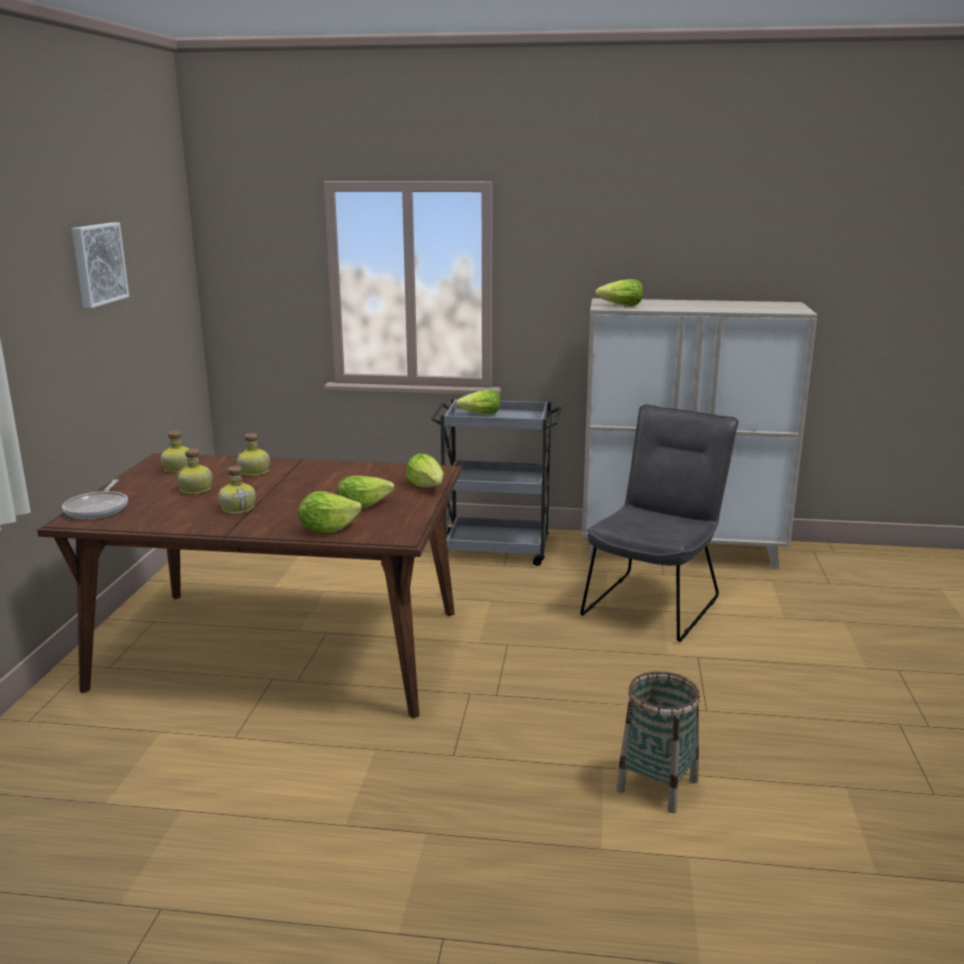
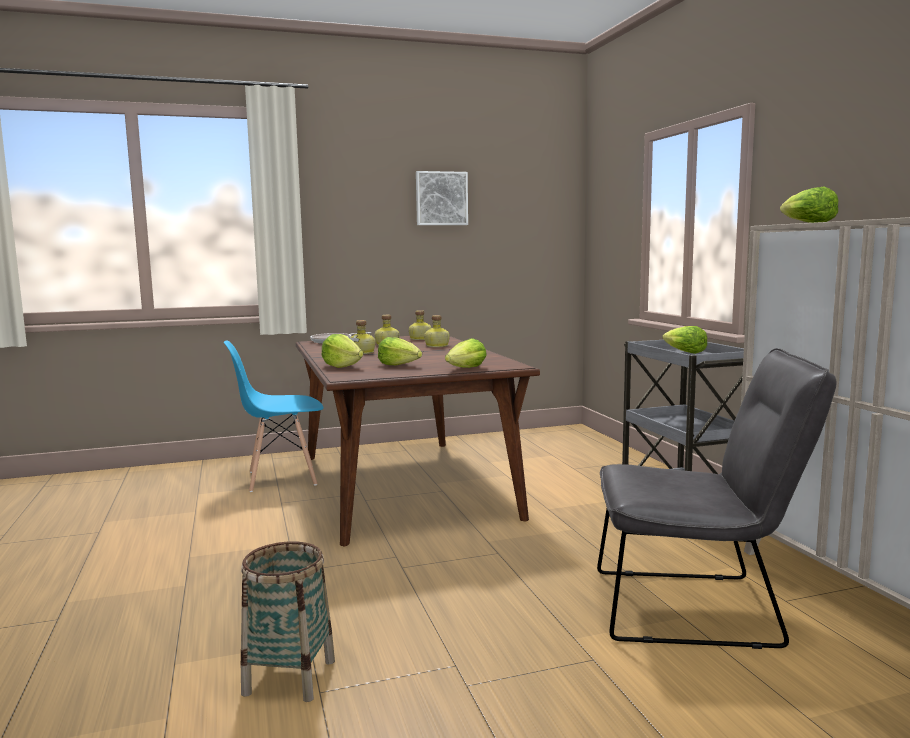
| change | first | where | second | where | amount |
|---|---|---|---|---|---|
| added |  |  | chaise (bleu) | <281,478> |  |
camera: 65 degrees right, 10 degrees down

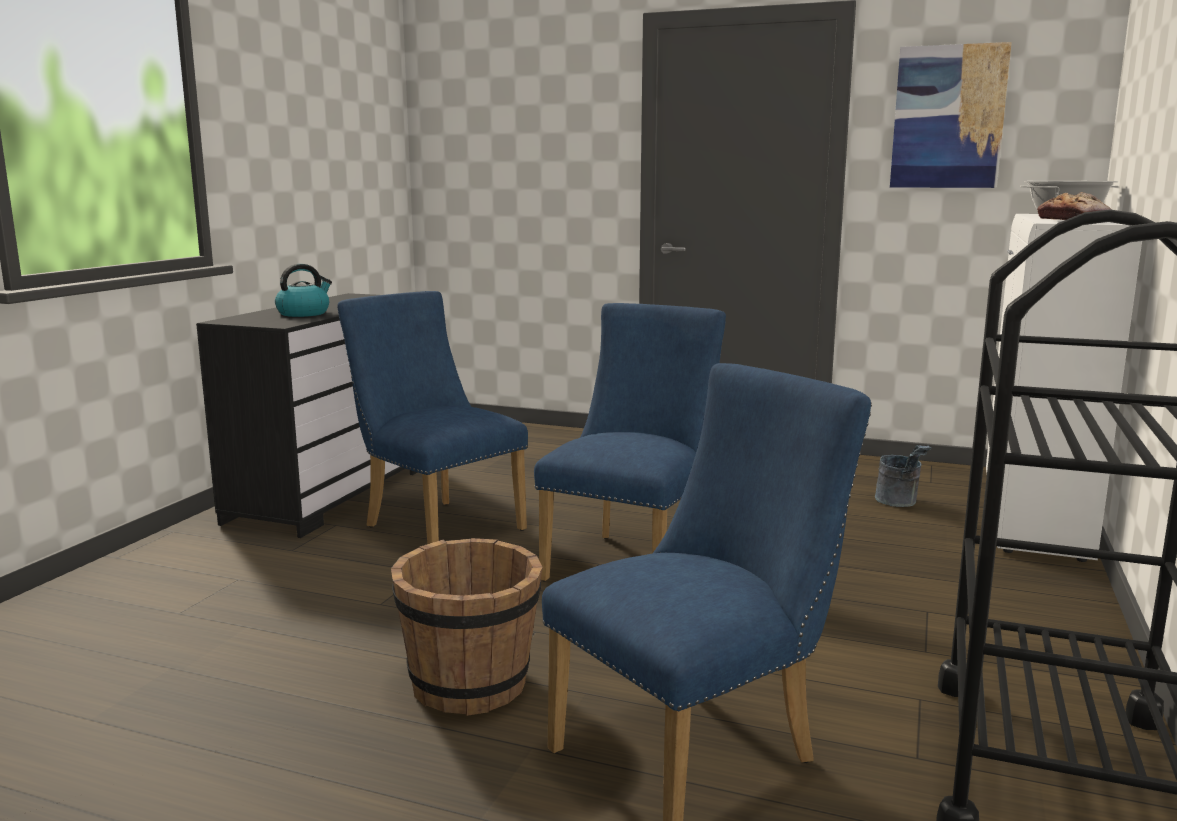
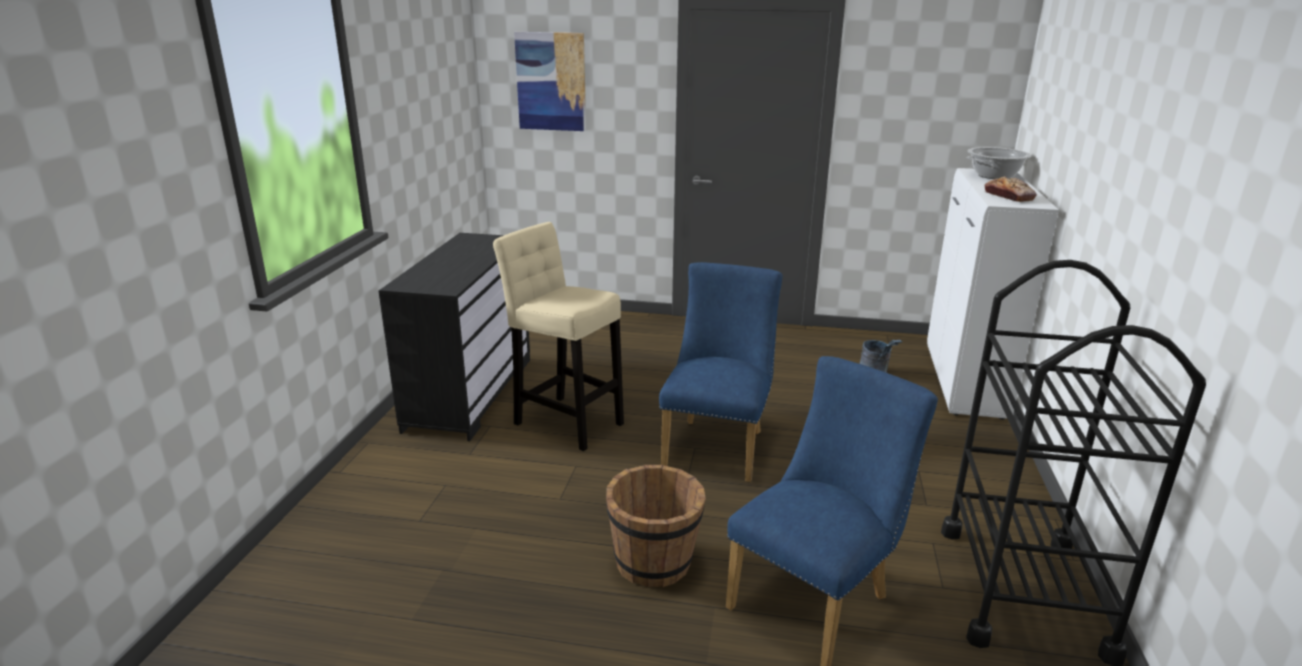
| change | first | where | second | where | amount |
|---|---|---|---|---|---|
| replaced | chaise (bleu) | <436,526> | tabouret (beige) | <565,421> |  |
| moved | tableau | <948,117> |  | <551,81> |  |
| removed | bouilloire | <304,313> |  |  |  |
camera: 10 degrees left, 10 degrees up

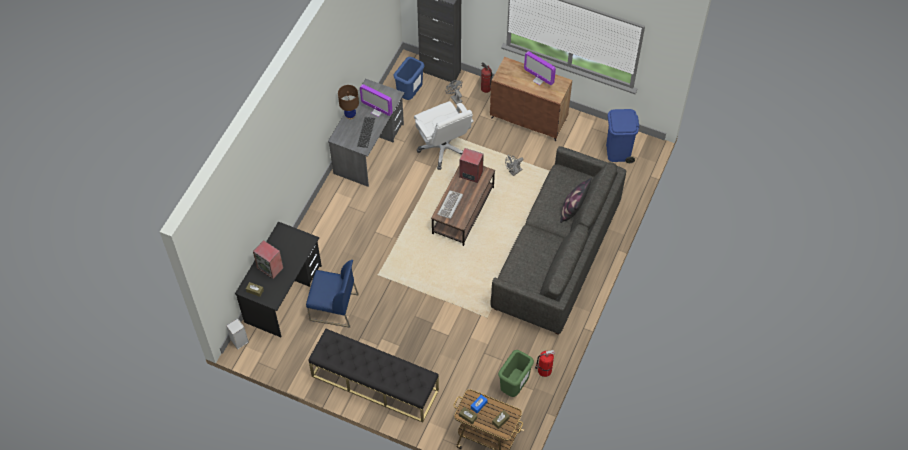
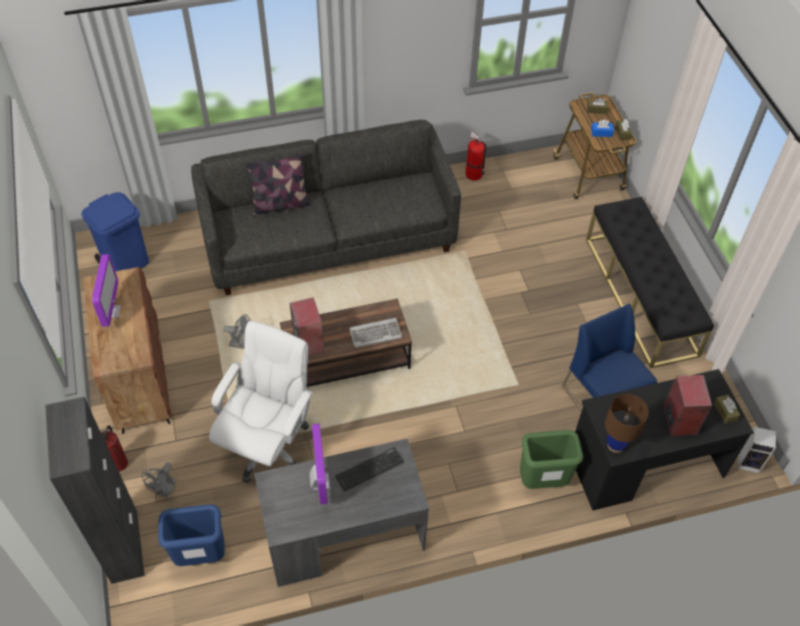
| change | first | where | second | where | amount |
|---|---|---|---|---|---|
| moved | poubelle (vert) | <514,387> |  | <543,481> |  |
| moved | lampe de table (marron) | <350,115> |  | <615,444> |  |
camera: 130 degrees left, 5 degrees down

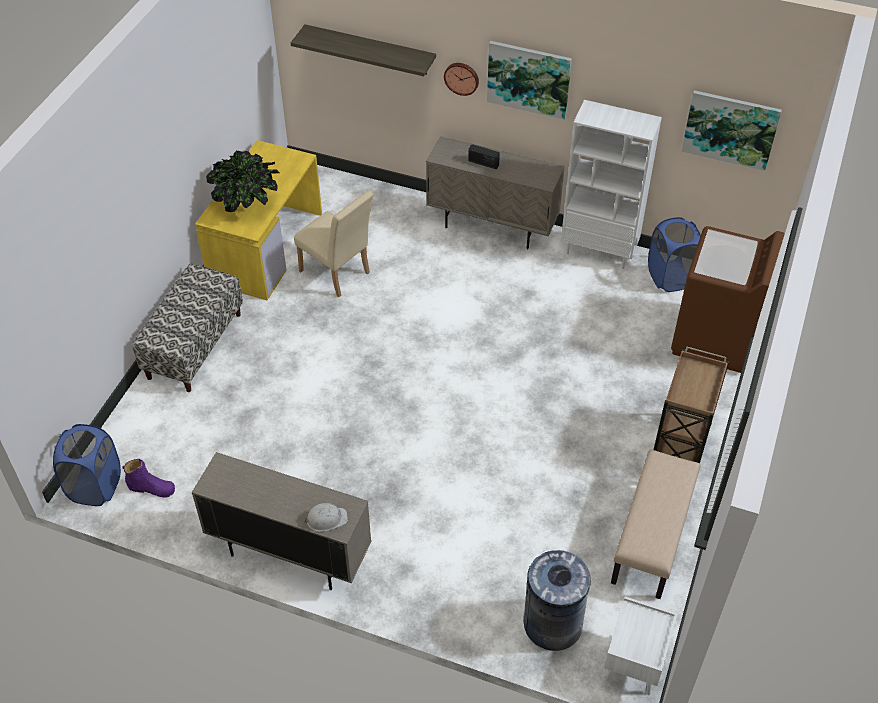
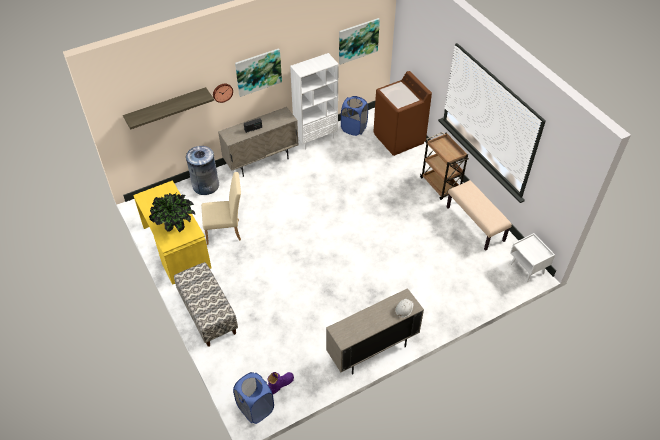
| change | first | where | second | where | amount |
|---|---|---|---|---|---|
| moved | poubelle (gris) | <552,624> |  | <205,185> |  |
camera: 50 degrees left, 0 degrees up

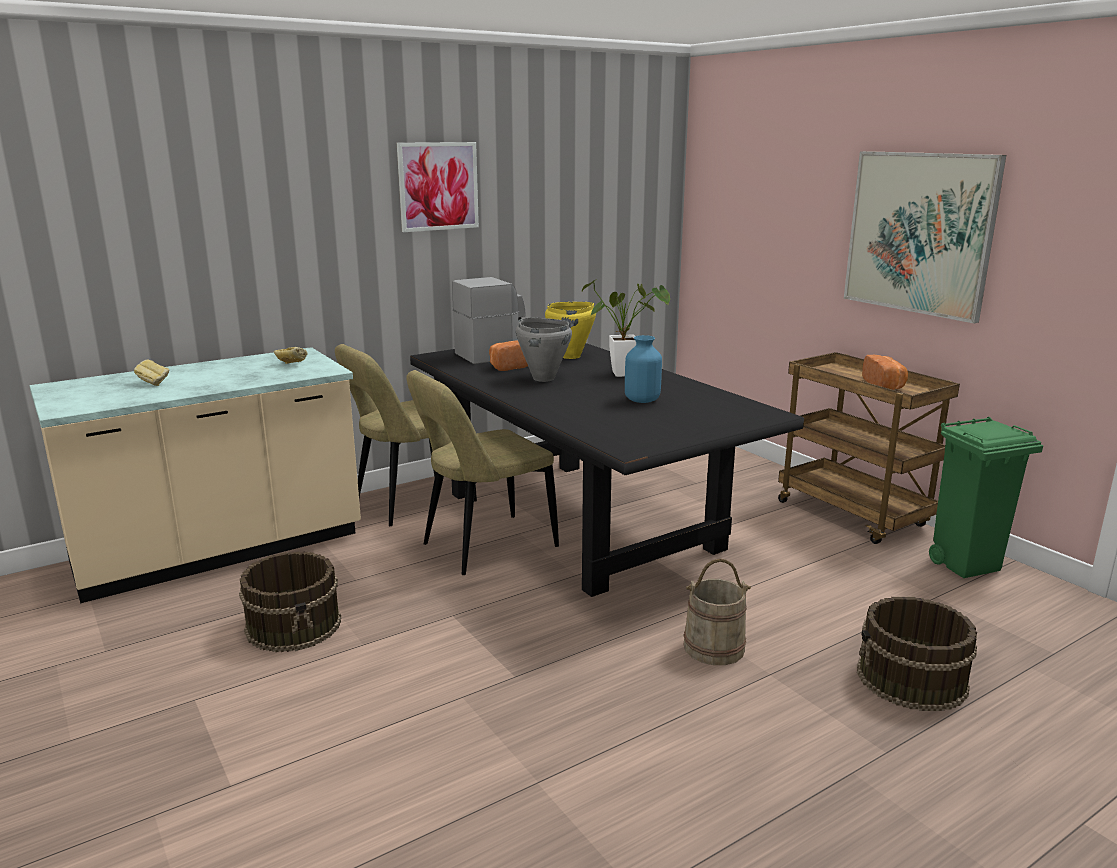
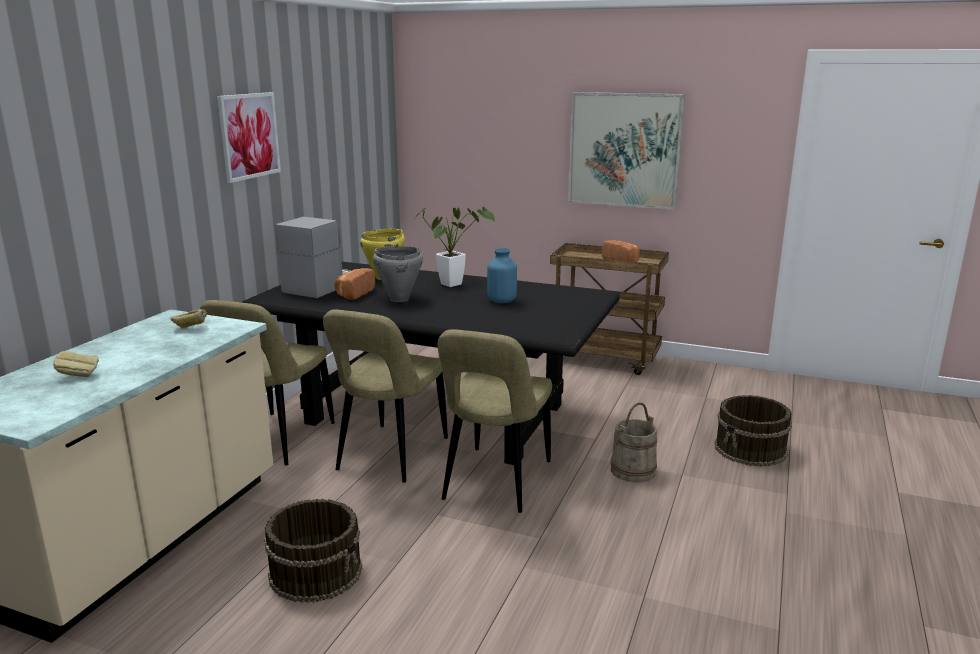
| change | first | where | second | where | amount |
|---|---|---|---|---|---|
| added |  |  | chaise (beige) | <495,483> |  |
| removed | poubelle (vert) | <966,565> |  |  |  |
camera: 35 degrees left, 0 degrees up

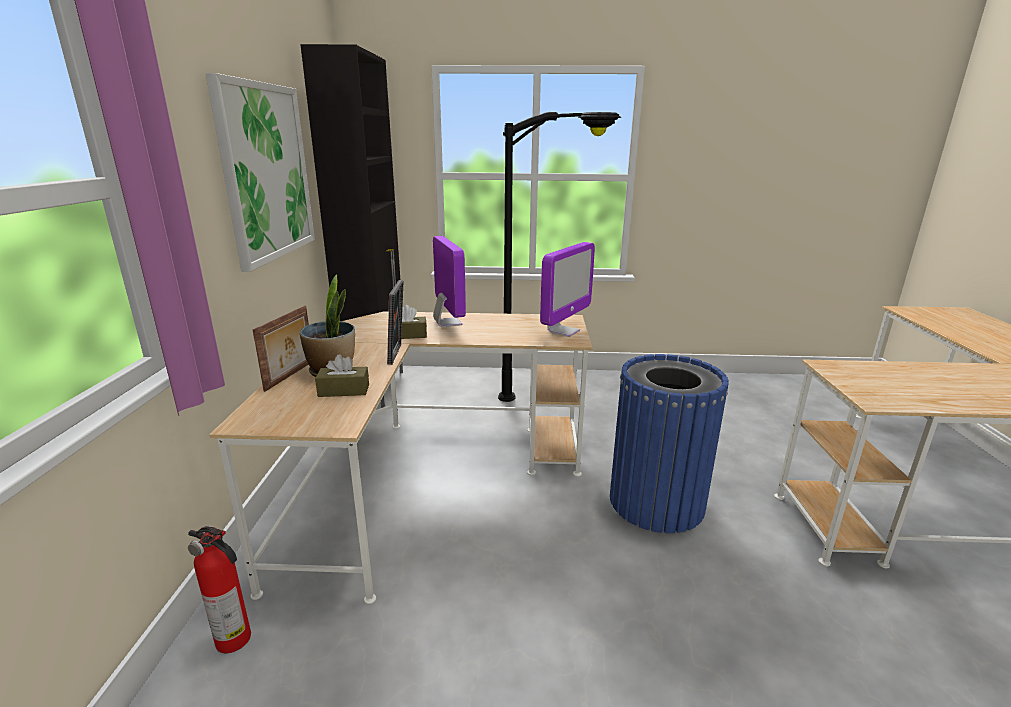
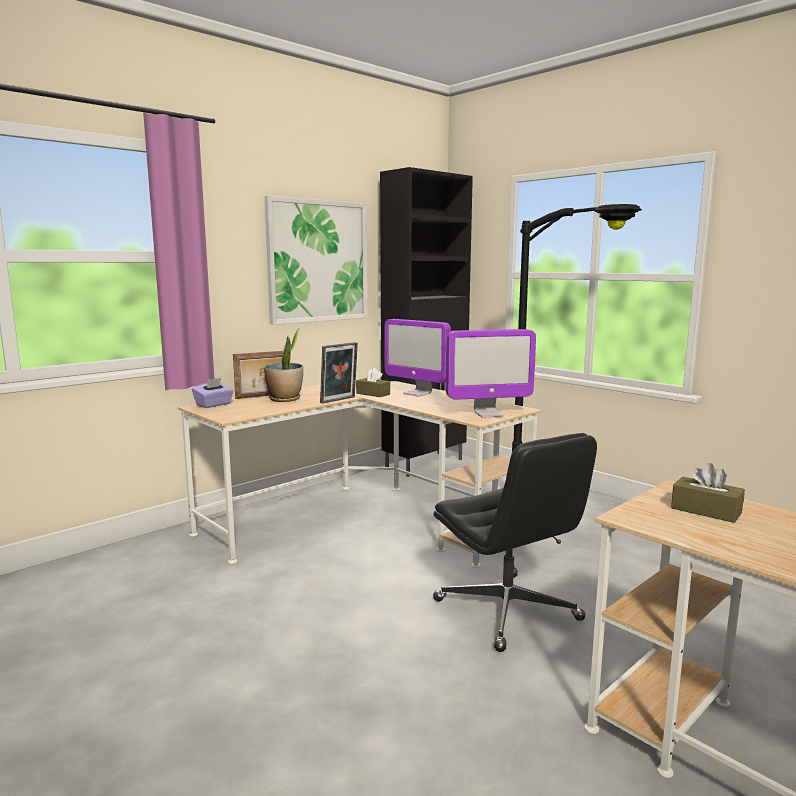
| change | first | where | second | where | amount |
|---|---|---|---|---|---|
| added |  |  | boîte à mouchoirs (violet) | <214,405> |  |
| turned | écran d'ordinateur | <447,323> |  | <417,393> | 105 degrees clockwise |
| replaced | poubelle (bleu) | <656,502> | chaise de bureau (noir) | <508,611> |  |
| moved | boîte à mouchoirs (marron) | <344,390> |  | <706,510> |  |
| removed | extincteur | <235,640> |  |  |  |
camera: 45 degrees right, 10 degrees down

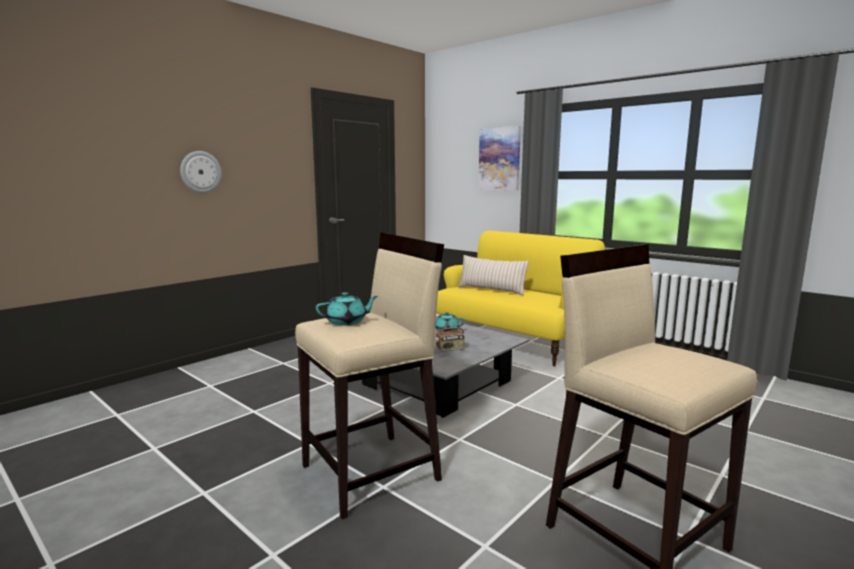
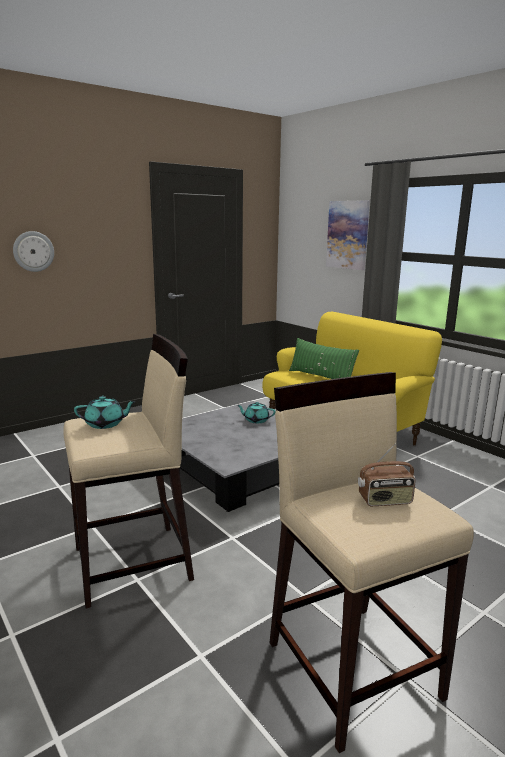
| change | first | where | second | where | amount |
|---|---|---|---|---|---|
| recoloured | coussin (beige) | <491,290> | coussin (vert) | <321,376> |  |
| moved | radio | <450,349> |  | <385,501> |  |
camera: 10 degrees right, 5 degrees up

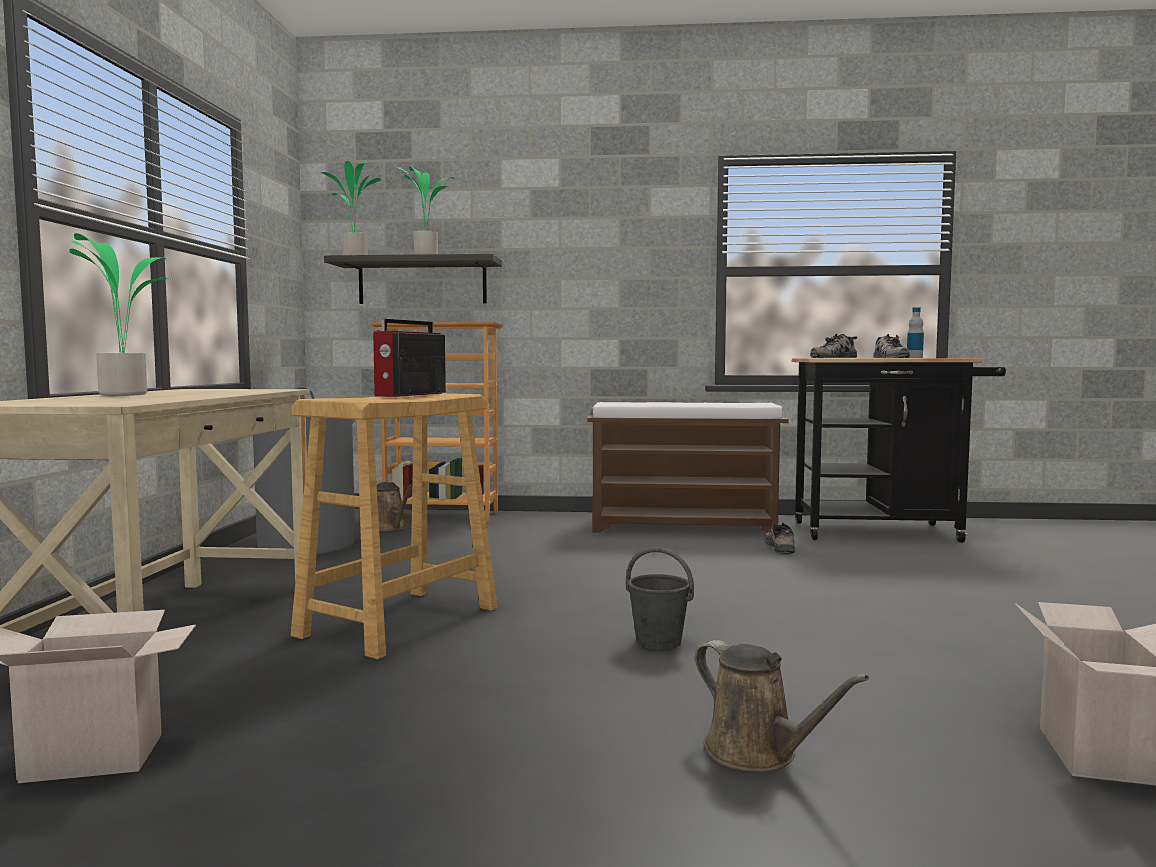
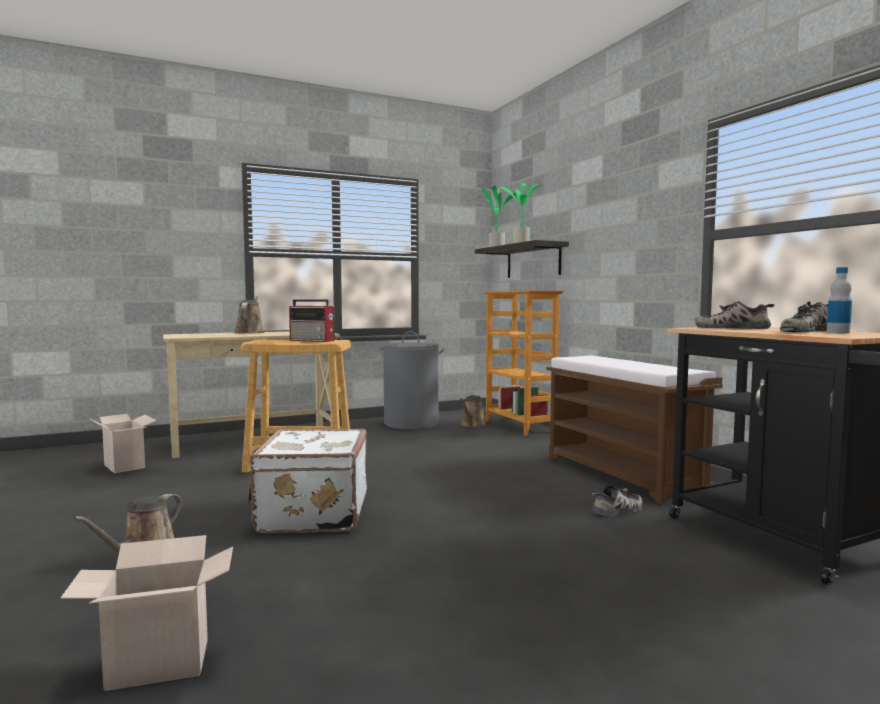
| change | first | where | second | where | amount |
|---|---|---|---|---|---|
| replaced | plante en pot | <123,394> | arrosoir (marron) | <250,332> |  |
| replaced | seau (gris) | <659,642> | valise (blanc) | <311,513> |  |
| turned | radio | <409,395> |  | <313,340> | 150 degrees counterclockwise |
camera: 60 degrees right, 0 degrees up

